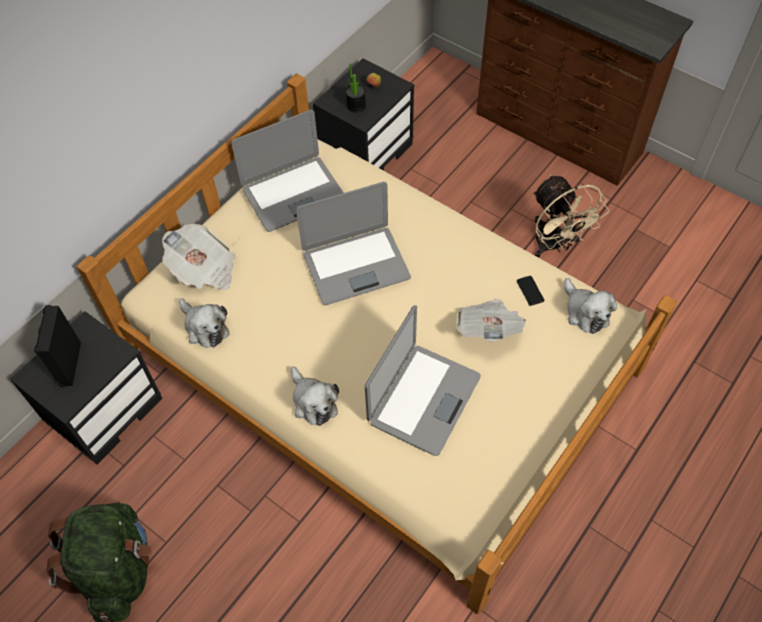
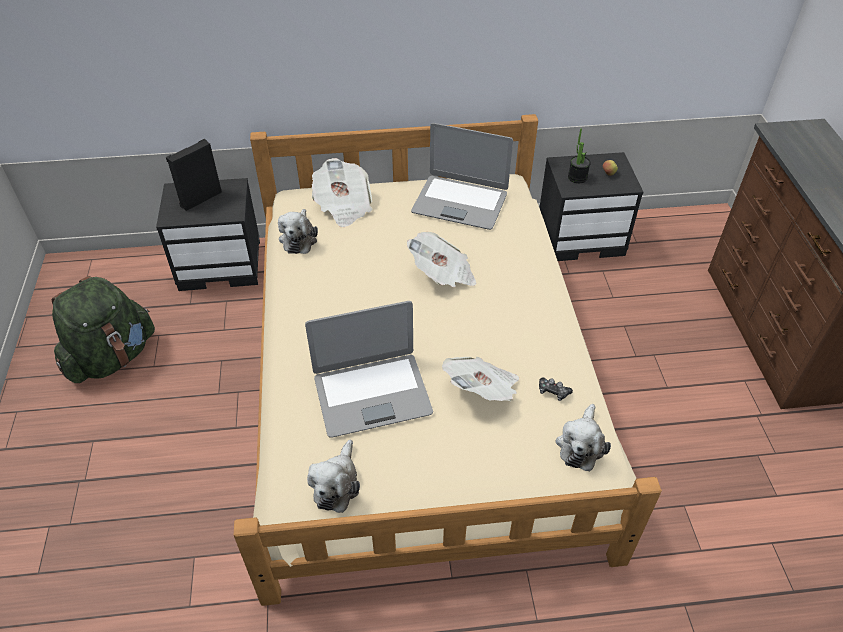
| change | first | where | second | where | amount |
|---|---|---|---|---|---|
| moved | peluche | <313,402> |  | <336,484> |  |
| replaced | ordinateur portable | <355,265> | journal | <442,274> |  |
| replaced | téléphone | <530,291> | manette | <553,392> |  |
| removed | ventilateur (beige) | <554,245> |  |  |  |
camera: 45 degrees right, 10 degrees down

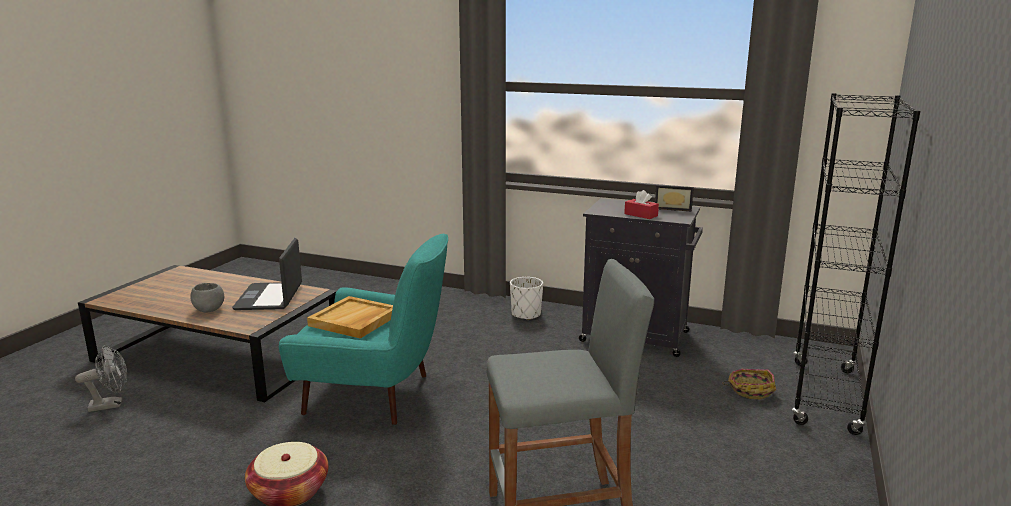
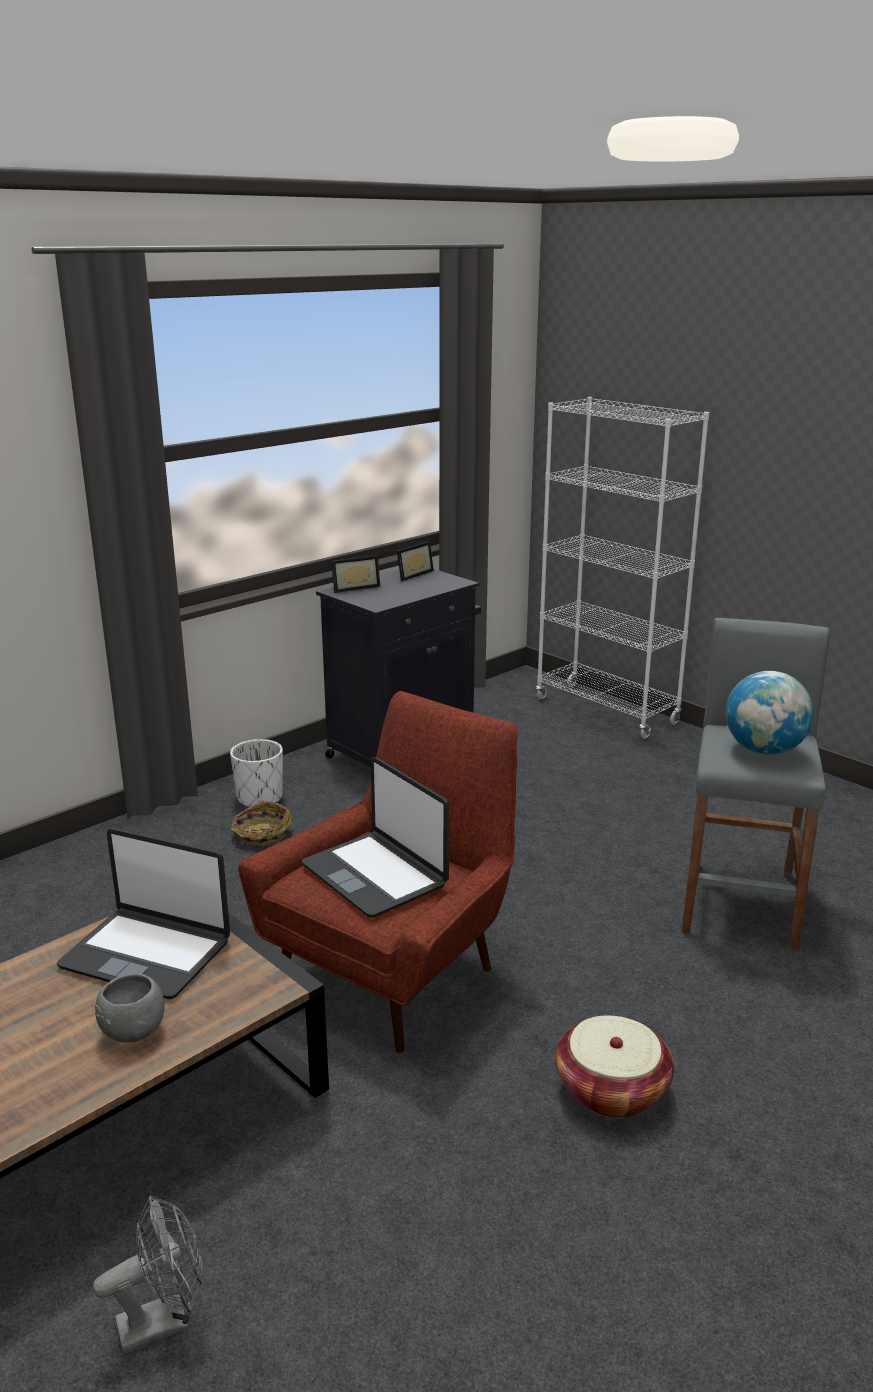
| change | first | where | second | where | amount |
|---|---|---|---|---|---|
| turned | ventilateur (gris) | <111,405> |  | <164,1320> | 60 degrees clockwise |
| moved | panier | <750,390> |  | <261,835> |  |
| recoloured | fauteuil (turquoise) | <375,395> | fauteuil (rouge) | <394,971> |  |
| replaced | plateau (beige) | <354,320> | ordinateur portable | <375,875> |  |
| added |  |  | cadre photo | <354,587> |  |
| recoloured | bibliothèque (noir) | <825,397> | bibliothèque (blanc) | <606,711> |  |
| added |  |  | globe | <764,750> |  |
| removed | boîte à mouchoirs (rouge) | <641,215> |  |  |  |
camera: 65 degrees left, 5 degrees up

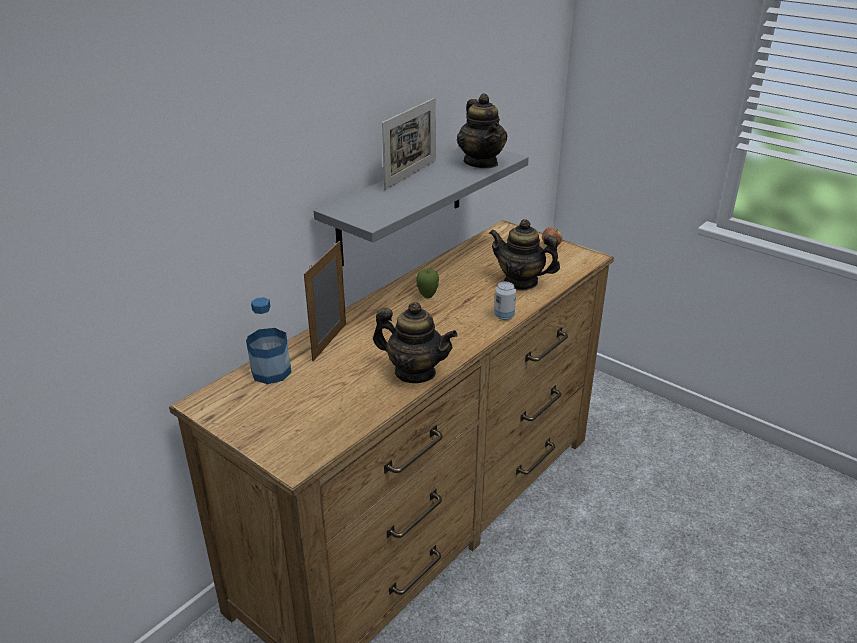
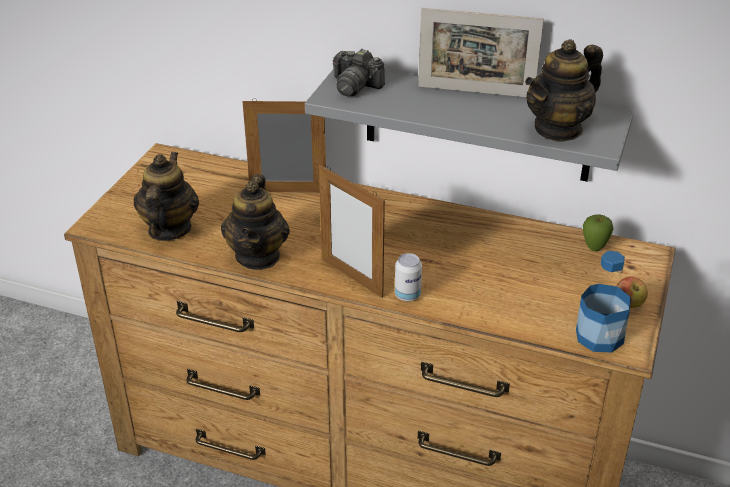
| change | first | where | second | where | amount |
|---|---|---|---|---|---|
| moved | théière | <521,282> |  | <169,229> |  |
| added |  |  | cadre photo | <352,277> |  |
| added |  |  | appareil photo | <355,86> |  |
| moved | bouteille | <271,372> |  | <599,336> |  |
| moved | pomme | <427,296> |  | <594,248> |  |
camera: 70 degrees right, 5 degrees up

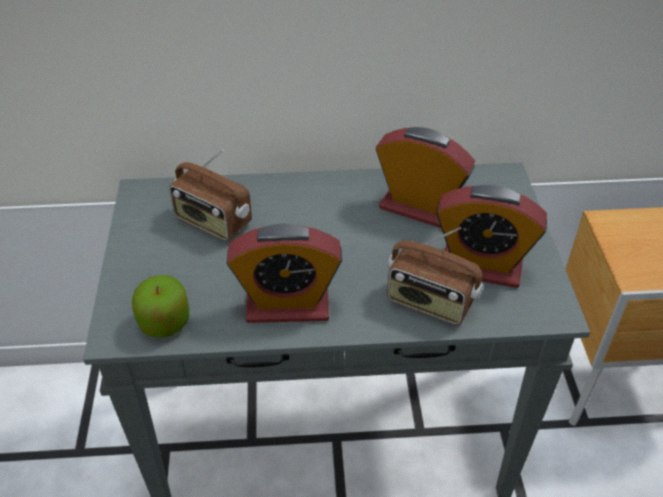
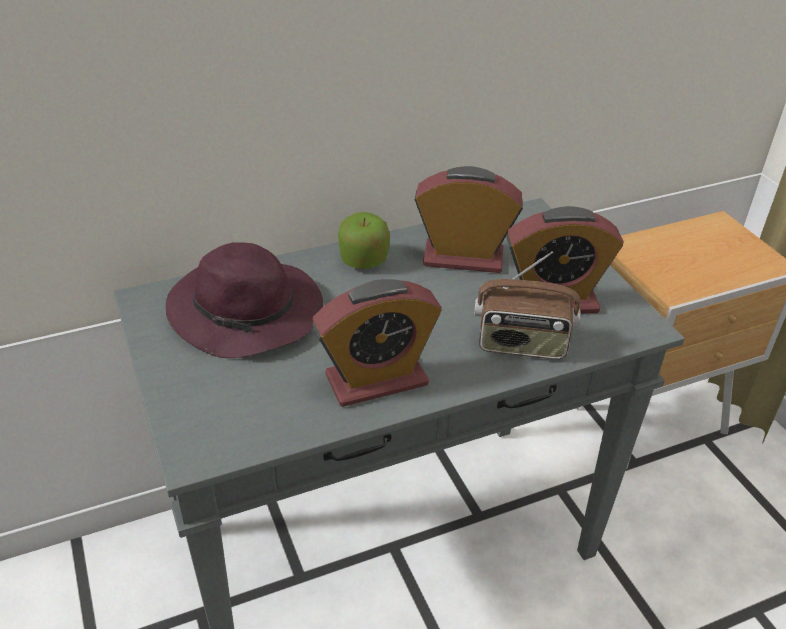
| change | first | where | second | where | amount |
|---|---|---|---|---|---|
| replaced | radio | <212,222> | chapeau (violet) | <248,314> |  |
| moved | pomme | <165,322> |  | <363,260> |  |
camera: 20 degrees left, 5 degrees down

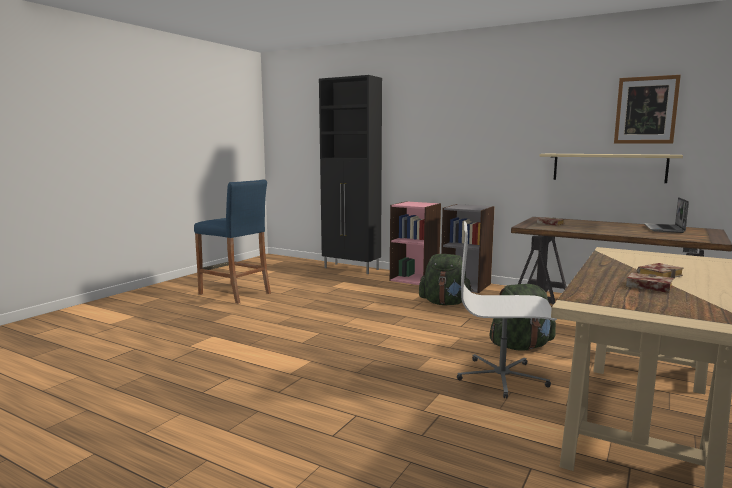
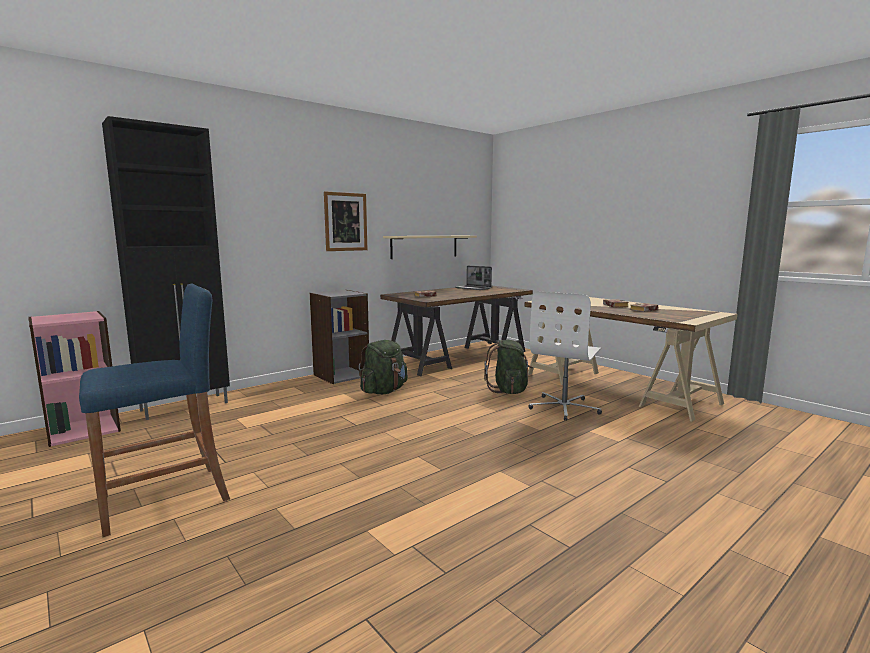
| change | first | where | second | where | amount |
|---|---|---|---|---|---|
| moved | bibliothèque (rose) | <414,279> |  | <83,429> |  |
| moved | tableau | <646,110> |  | <345,222> |  |
camera: 70 degrees left, 0 degrees up

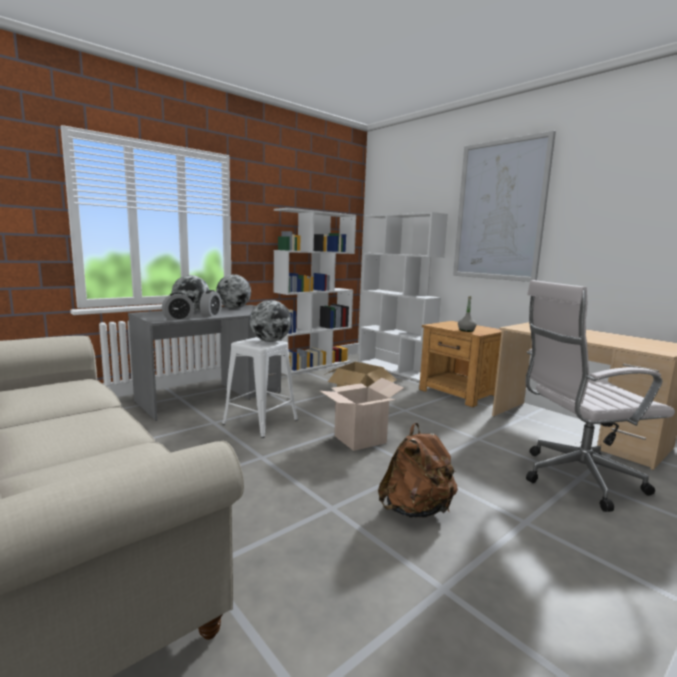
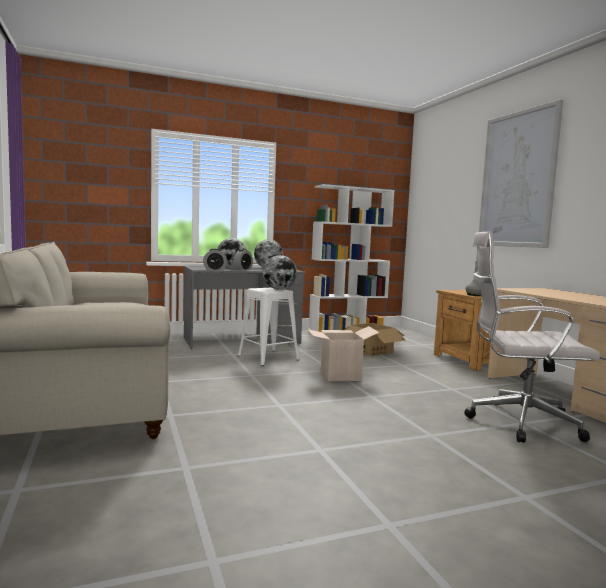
| change | first | where | second | where | amount |
|---|---|---|---|---|---|
| removed | bibliothèque (blanc) | <395,369> |  |  |  |
| removed | sac à dos (marron) | <416,510> |  |  |  |
camera: 20 degrees right, 5 degrees down

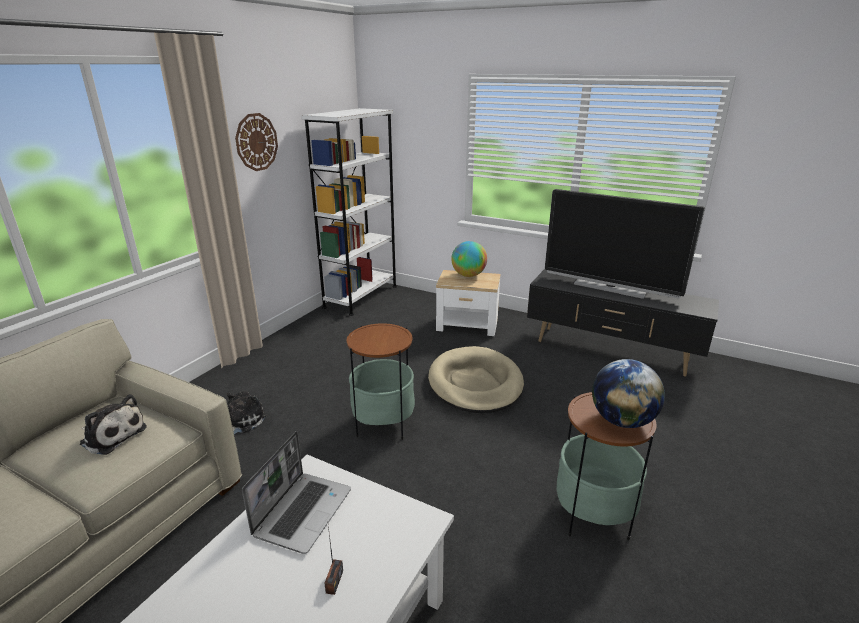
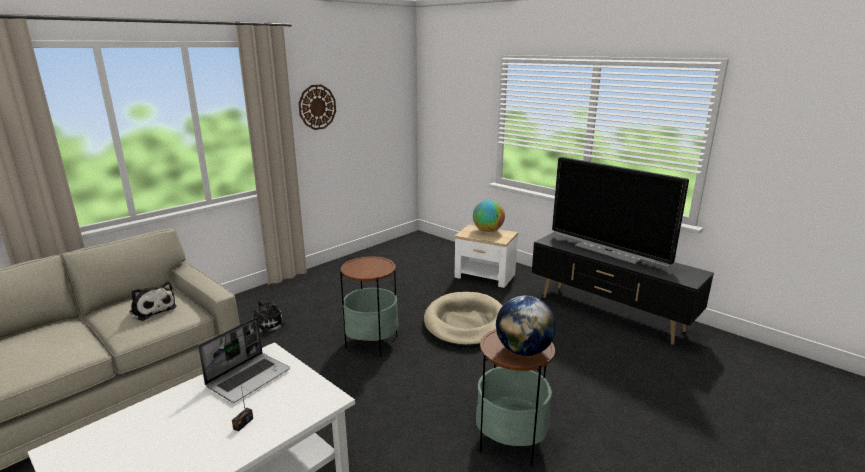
| change | first | where | second | where | amount |
|---|---|---|---|---|---|
| removed | bibliothèque (blanc) | <361,296> |  |  |  |
camera: 15 degrees right, 5 degrees down

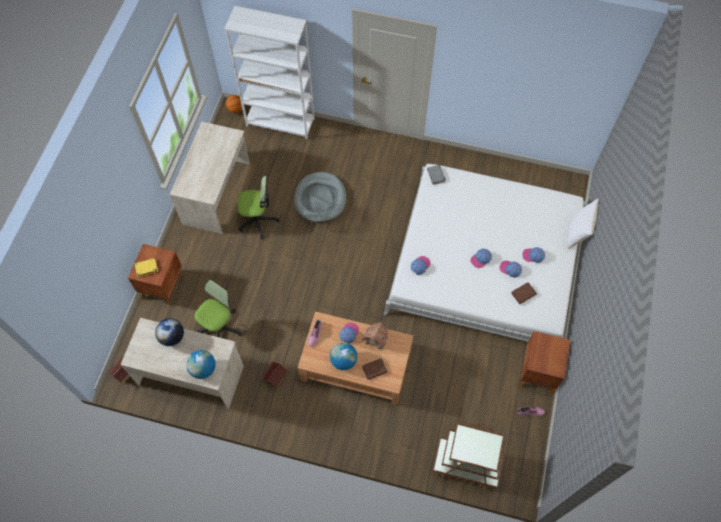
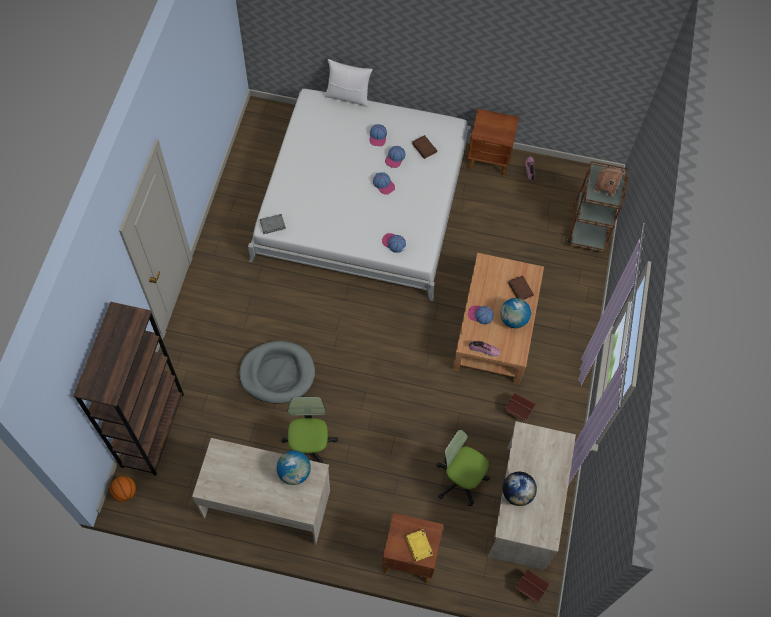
| change | first | where | second | where | amount |
|---|---|---|---|---|---|
| recoloured | bibliothèque (blanc) | <280,122> | bibliothèque (marron) | <153,429> |  |
| moved | globe | <203,369> |  | <294,473> |  |
| moved | maison miniature | <375,339> |  | <606,186> |  |
camera: 95 degrees left, 0 degrees up

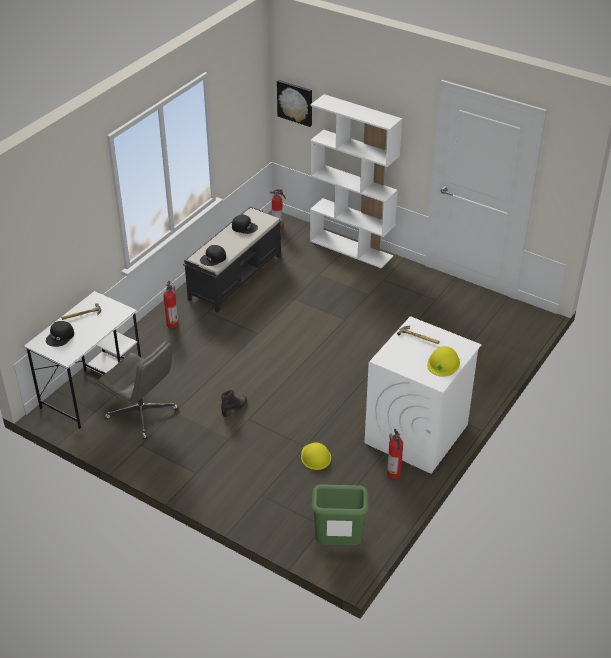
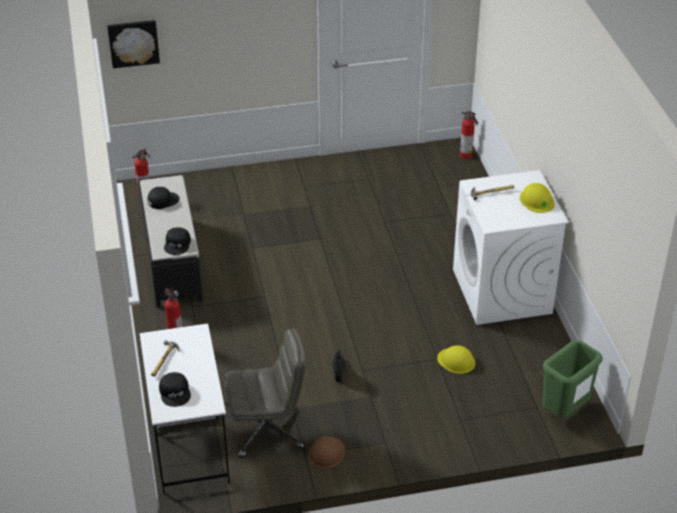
| change | first | where | second | where | amount |
|---|---|---|---|---|---|
| added |  |  | casque de chantier (marron) | <326,453> |  |
| moved | extincteur | <394,474> |  | <466,155> |  |
| removed | bibliothèque (blanc) | <351,248> |  |  |  |
camera: 45 degrees left, 0 degrees up

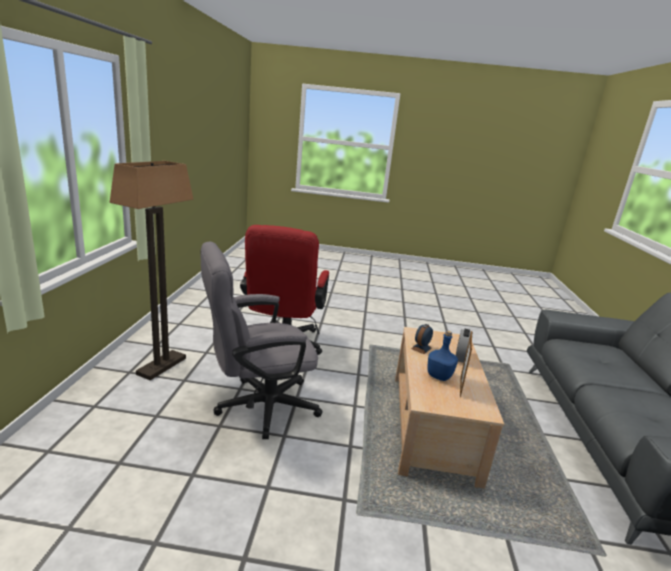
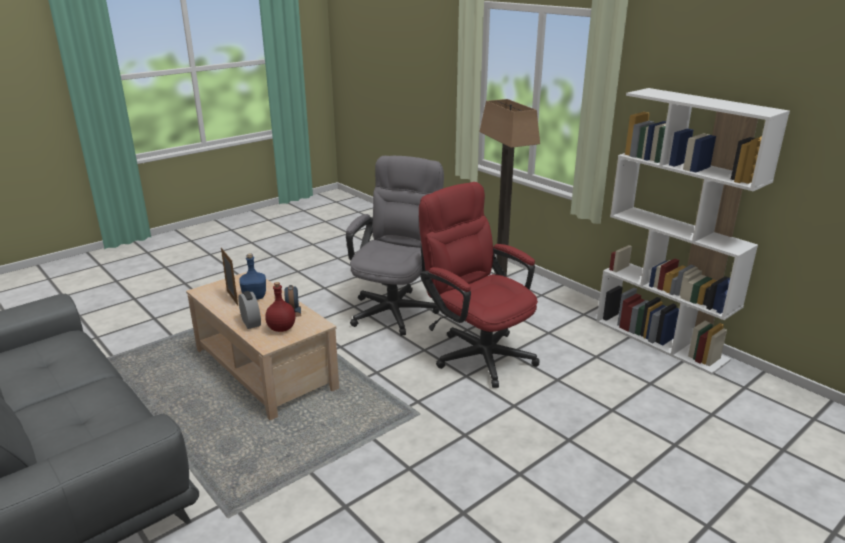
| change | first | where | second | where | amount |
|---|---|---|---|---|---|
| added |  |  | bouteille (rouge) | <281,329> |  |
| added |  |  | bibliothèque (blanc) | <661,340> |  |
camera: 135 degrees right, 5 degrees up

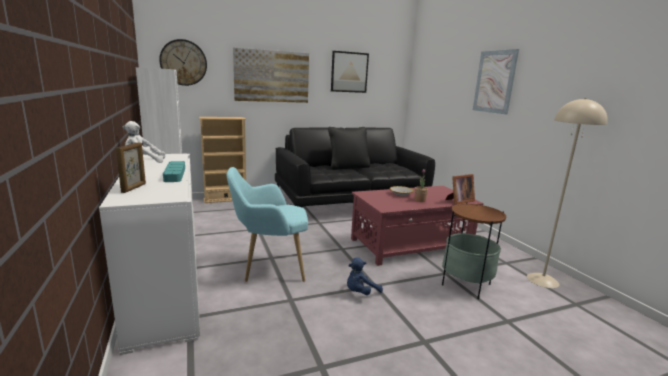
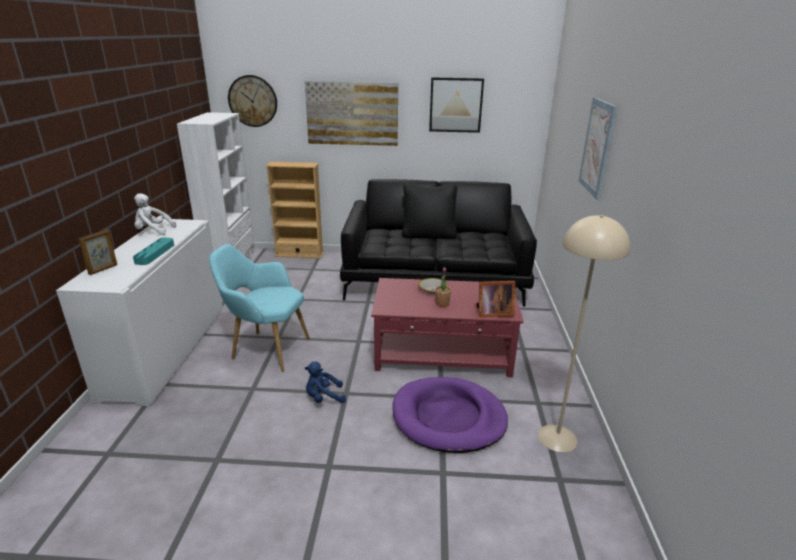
| change | first | where | second | where | amount |
|---|---|---|---|---|---|
| replaced | table d'appoint | <466,284> | panier pour chien (violet) | <448,418> |  |
camera: 25 degrees right, 10 degrees up

